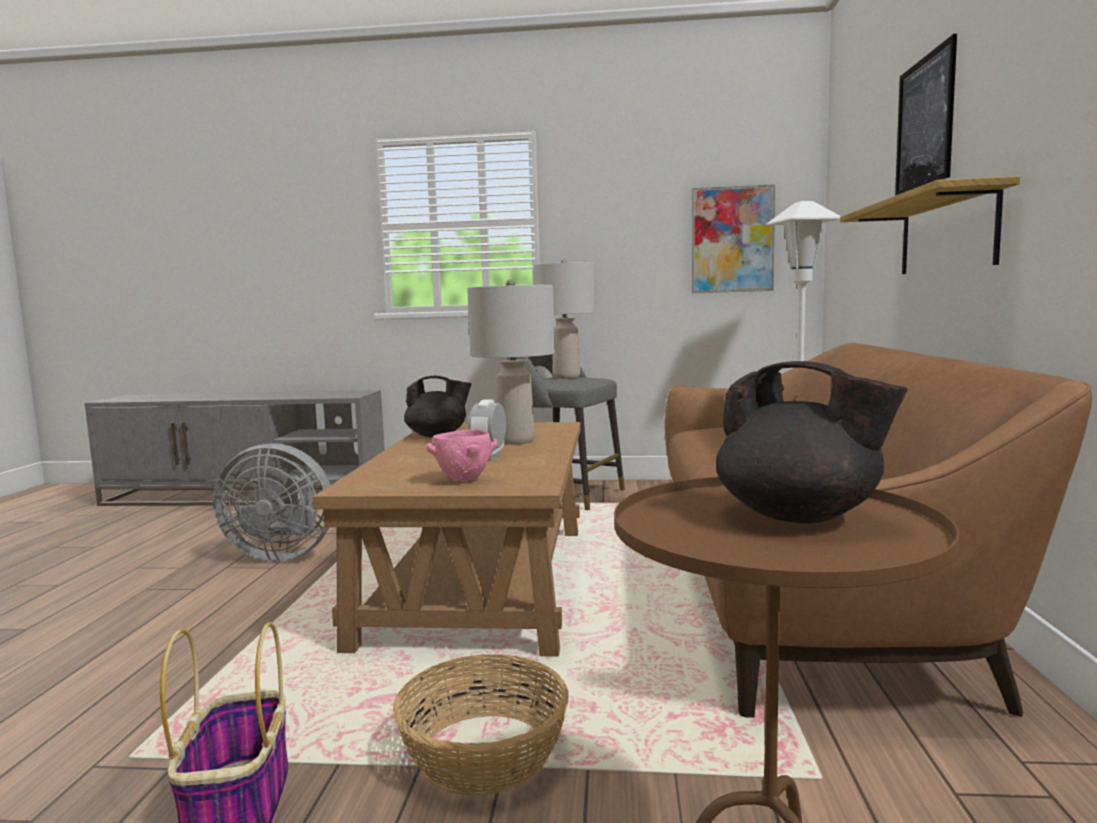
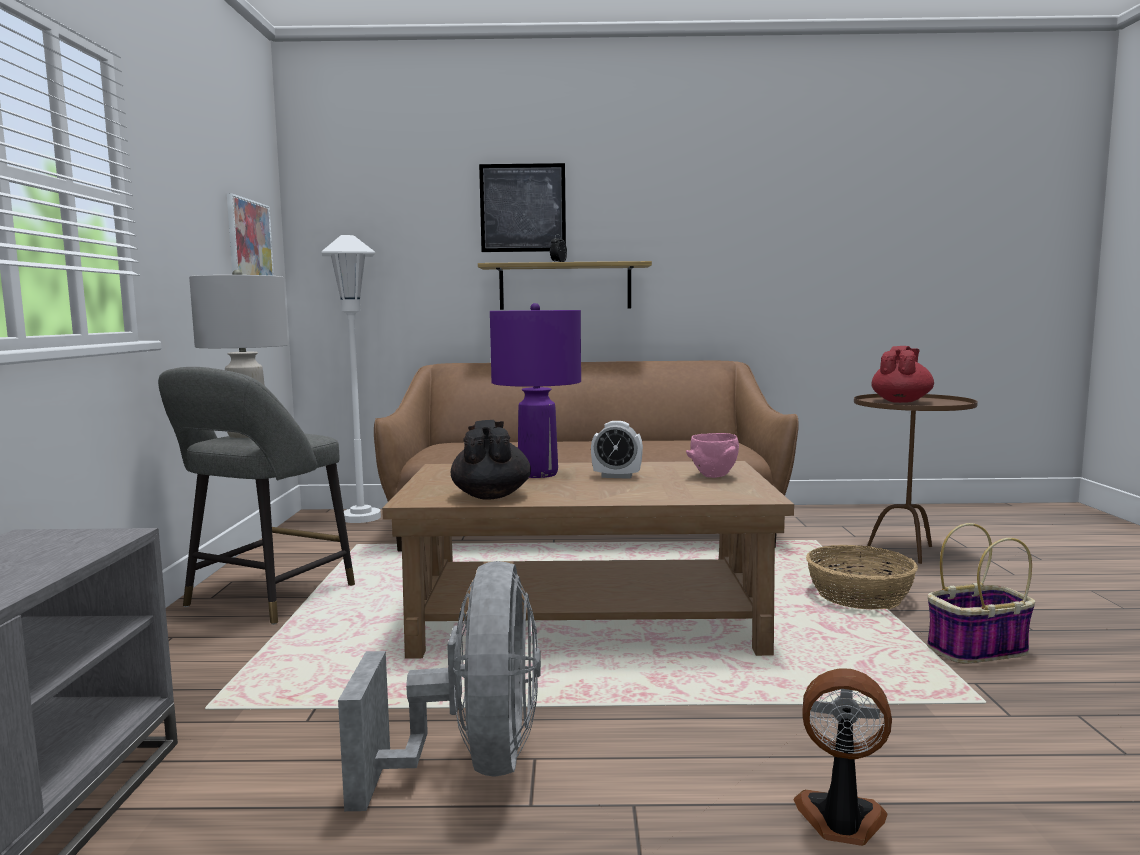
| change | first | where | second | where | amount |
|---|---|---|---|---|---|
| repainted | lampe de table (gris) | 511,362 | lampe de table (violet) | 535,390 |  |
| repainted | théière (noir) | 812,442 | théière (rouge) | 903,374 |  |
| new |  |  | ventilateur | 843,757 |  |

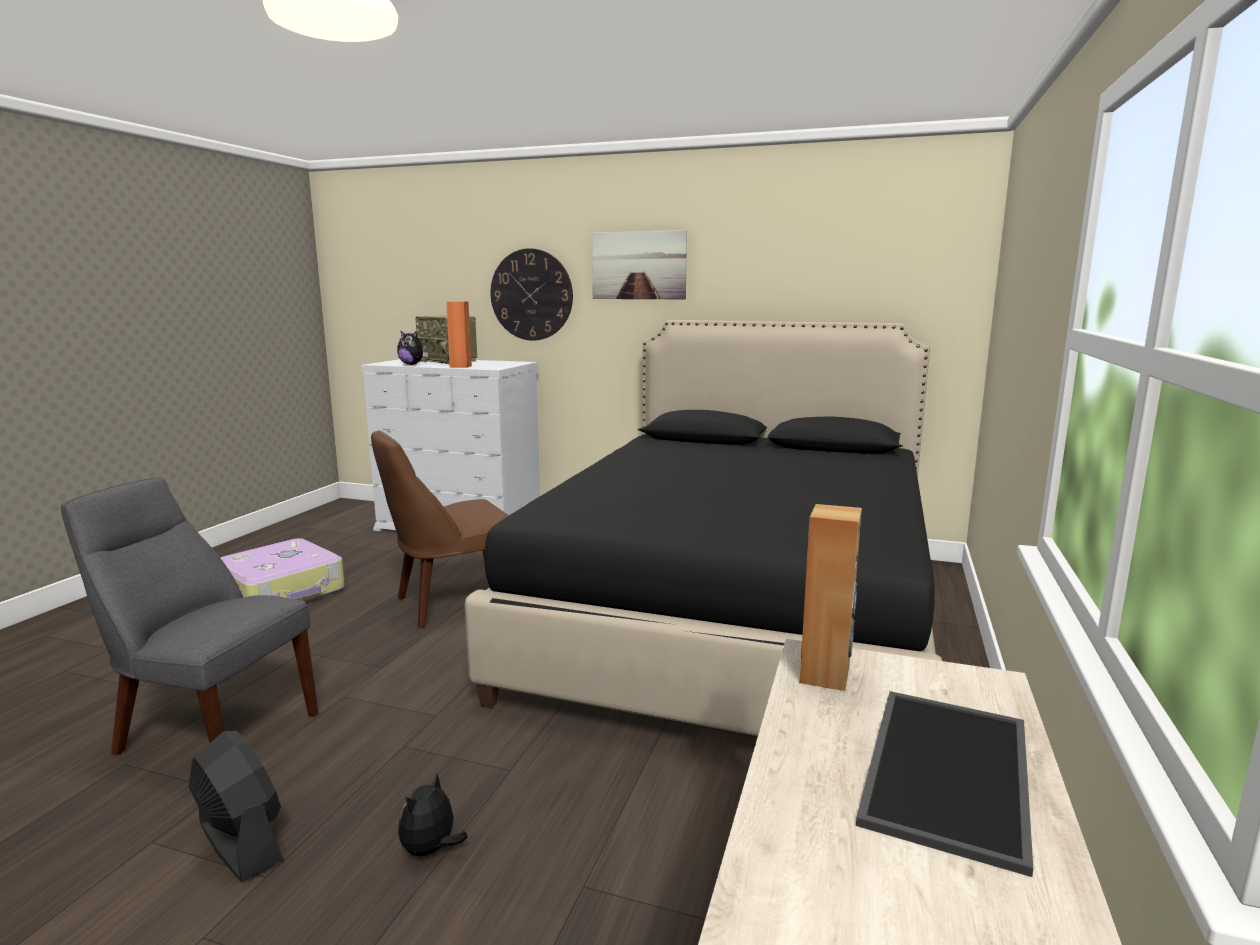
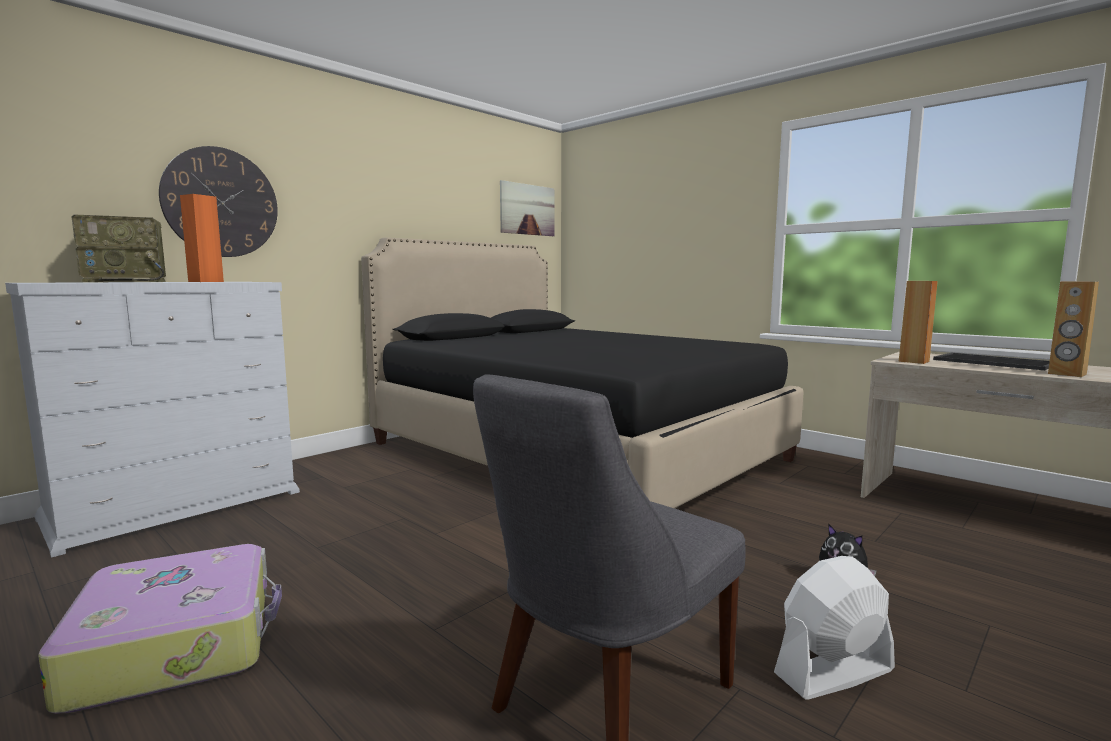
| change | first | where | second | where | amount |
|---|---|---|---|---|---|
| repainted | ventilateur (noir) | 236,806 | ventilateur (blanc) | 834,628 |  |
| gone | chaise (marron) | 440,529 |  |  |  |
| gone | peluche | 412,347 |  |  |  |
| shifted | tableau | 639,264 |  | 527,208 |  |
| new |  |  | enceinte (marron) | 1073,329 |  |

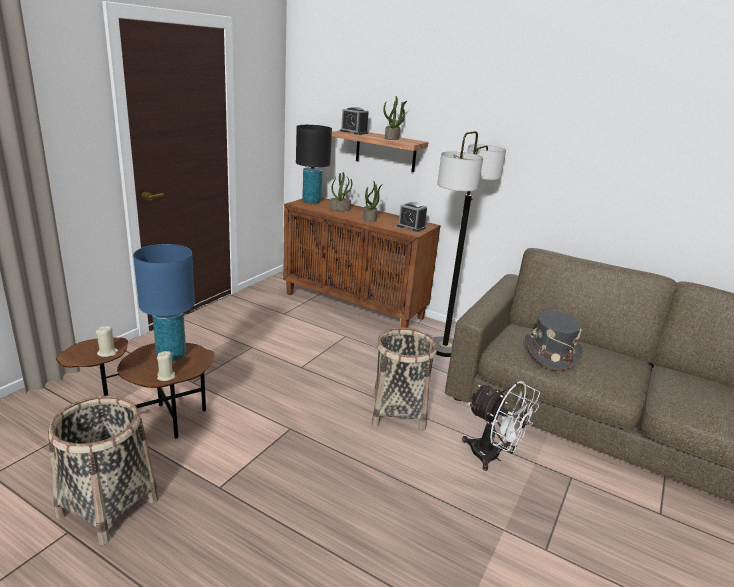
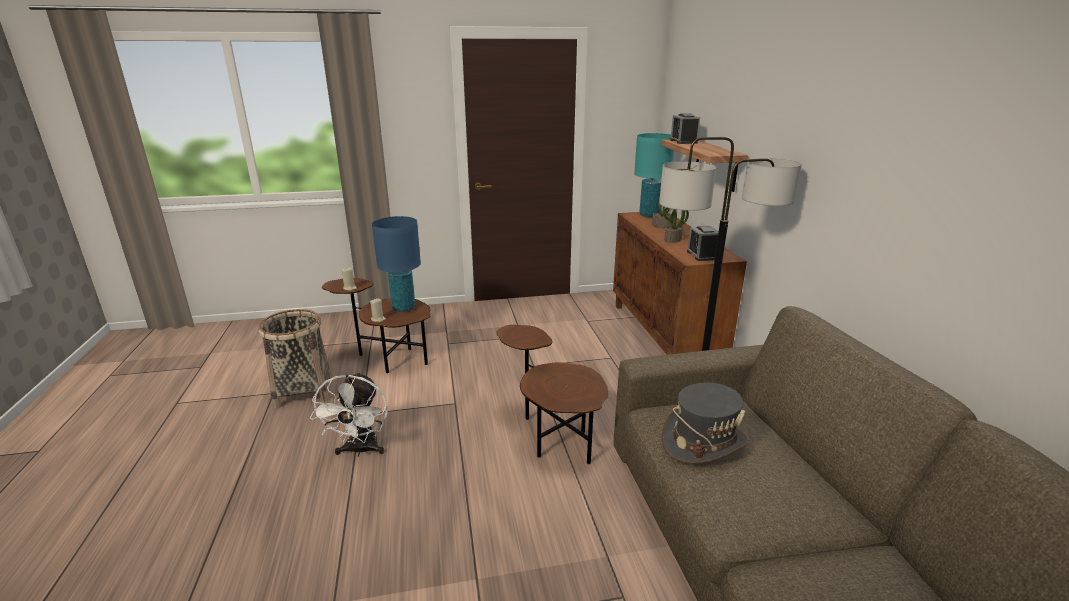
| change | first | where | second | where | amount |
|---|---|---|---|---|---|
| repainted | lampe de table (noir) | 314,164 | lampe de table (turquoise) | 654,175 |  |
| swapped | panier | 404,379 | table d'appoint (marron) | 552,394 |  |
| gone | plante en pot | 395,118 |  |  |  |
| shifted | ventilateur (blanc) | 501,426 |  | 349,414 |  |

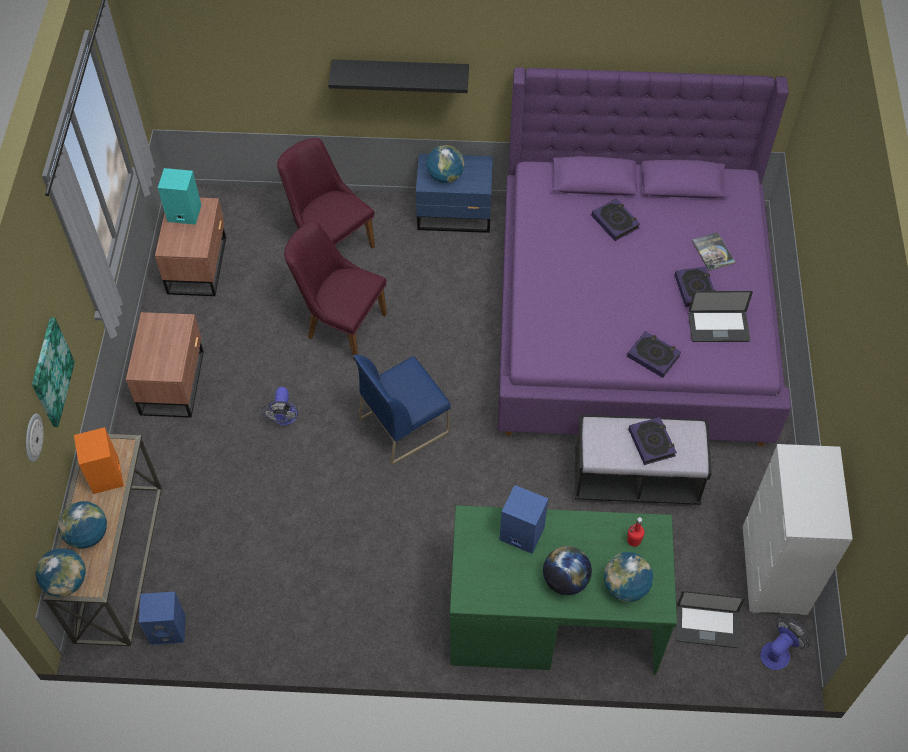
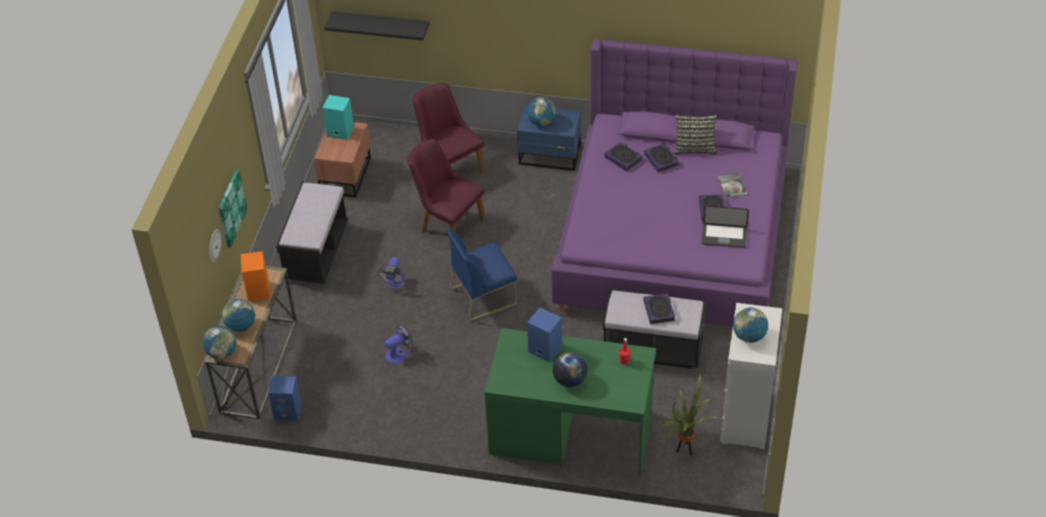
| change | first | where | second | where | amount |
|---|---|---|---|---|---|
| swapped | table de chevet (marron) | 165,365 | banc (noir) | 312,233 |  |
| shifted | étagère (noir) | 398,76 |  | 376,26 |  |
| shifted | globe | 628,577 |  | 750,325 |  |
| shifted | livre | 654,354 |  | 624,156 |  |
| swapped | ordinateur portable | 710,619 | plante en pot | 689,414 |  |
| shifted | ventilateur | 785,643 |  | 399,343 |  |
| new |  |  | coussin | 696,134 |  |

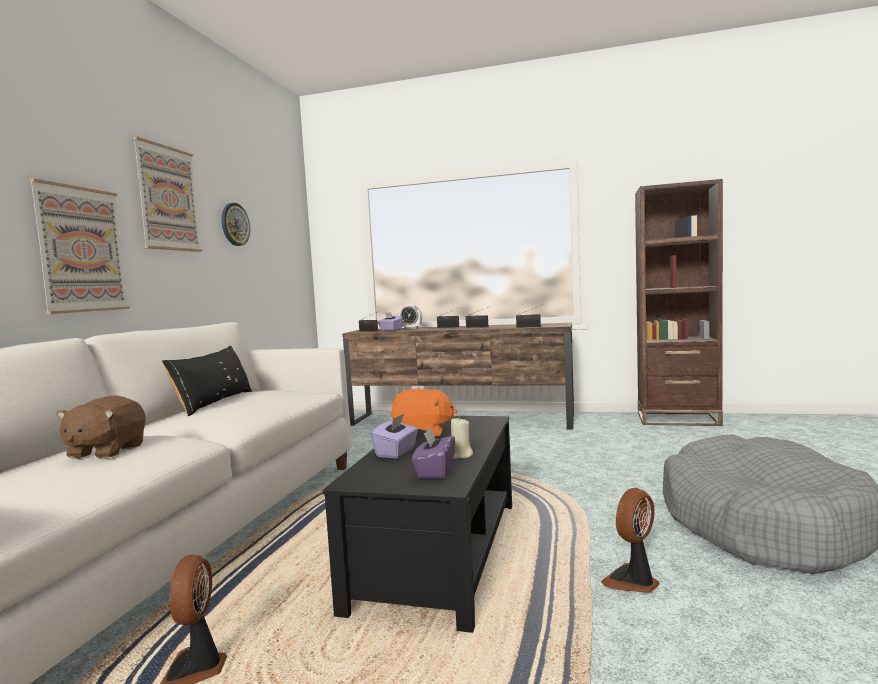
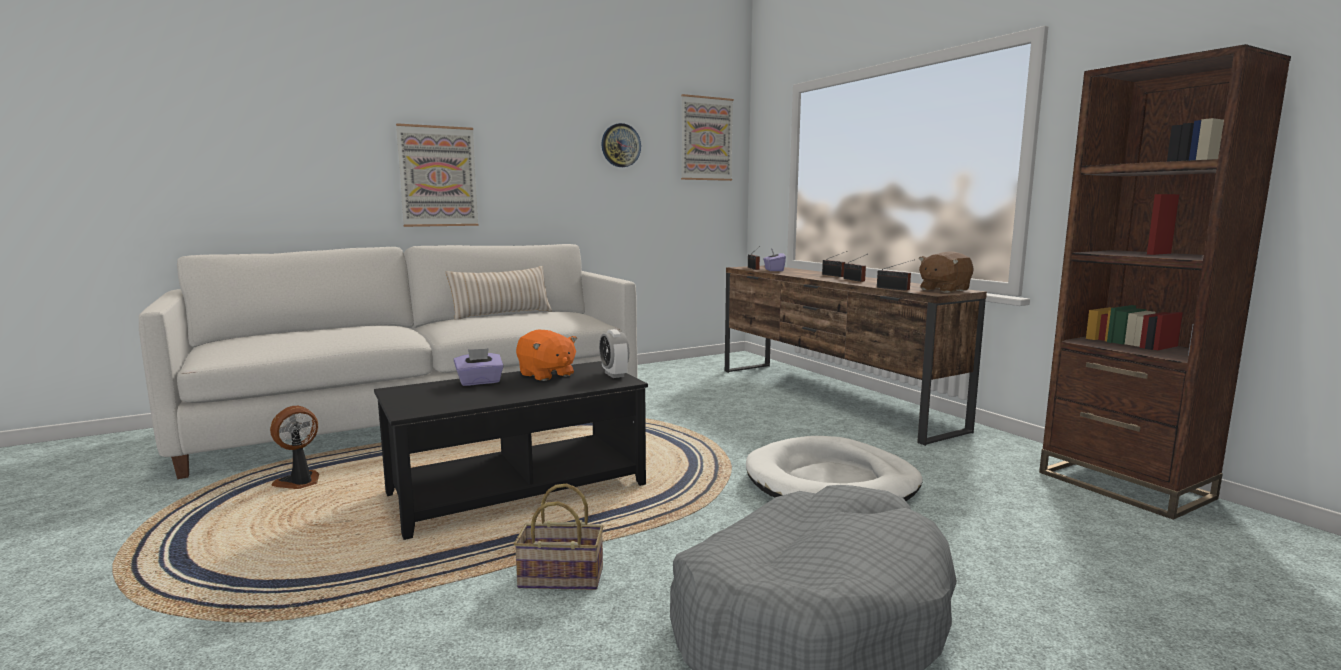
| change | first | where | second | where | amount |
|---|---|---|---|---|---|
| shifted | peluche (marron) | 101,427 |  | 946,272 |  |
| shifted | tableau | 167,194 |  | 707,137 |  |
| repainted | coussin (noir) | 207,381 | coussin (beige) | 499,293 |  |
| shifted | réveil | 411,316 |  | 614,353 |  |
| gone | boîte à mouchoirs (violet) | 433,453 |  |  |  |
| gone | bougie (beige) | 462,438 |  |  |  |
| swapped | ventilateur | 630,540 | panier | 559,537 |  |
| new |  |  | panier pour chien (blanc) | 834,468 |  |

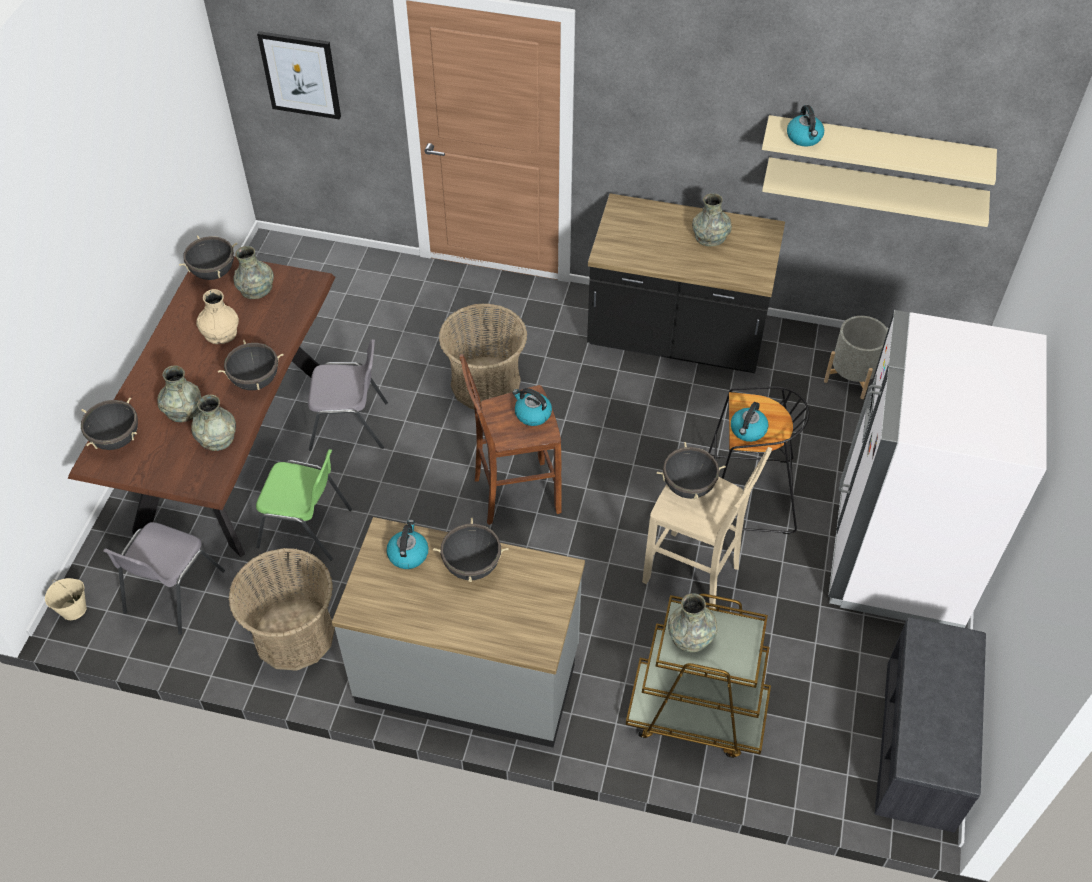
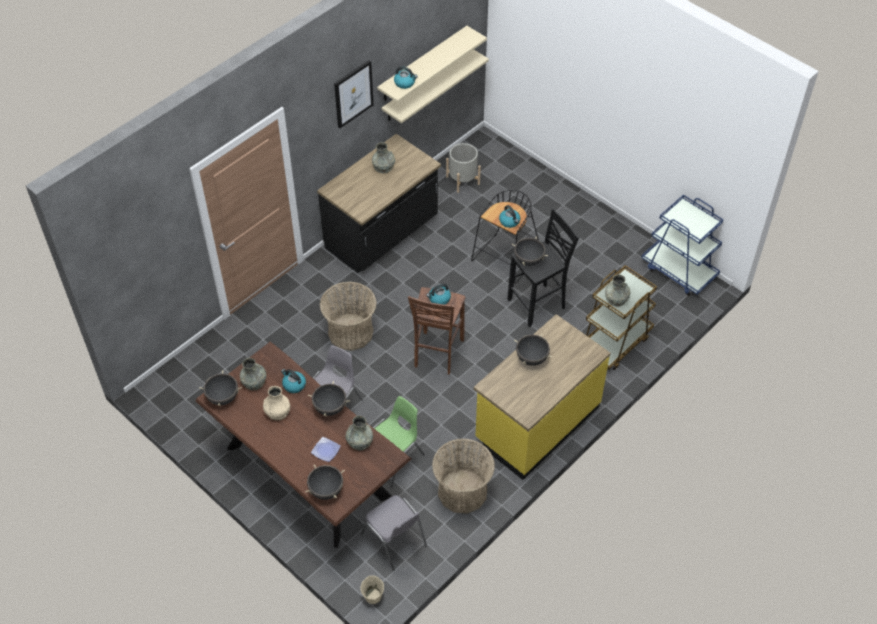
| change | first | where | second | where | amount |
|---|---|---|---|---|---|
| swapped | vase (gris) | 179,393 | assiette | 326,449 |  |
| shifted | tableau | 299,75 |  | 354,94 |  |
| repainted | comptoir de cuisine (gris) | 458,632 | comptoir de cuisine (jaune) | 542,397 |  |
| shifted | bouilloire | 407,544 |  | 293,381 |  |
| repainted | tabouret (beige) | 707,528 | tabouret (noir) | 543,268 |  |
| gone | réfrigérateur (blanc) | 937,469 |  |  |  |
| swapped | banc (gris) | 930,725 | chariot (bleu) | 682,245 |  |

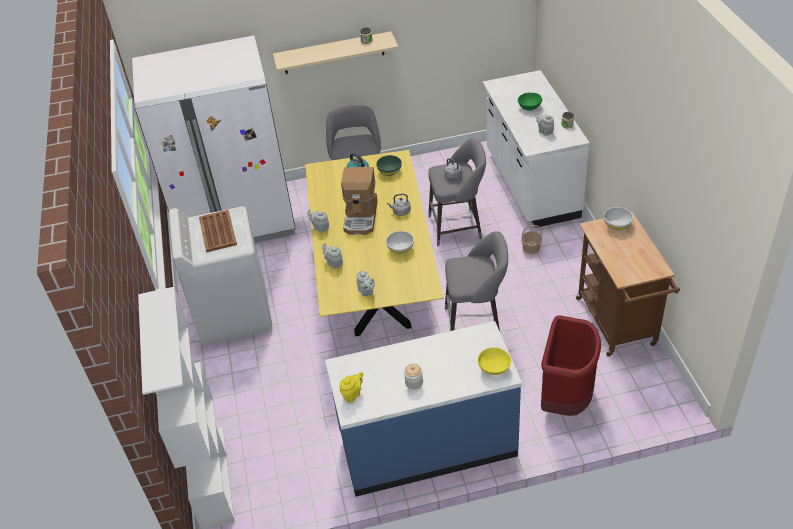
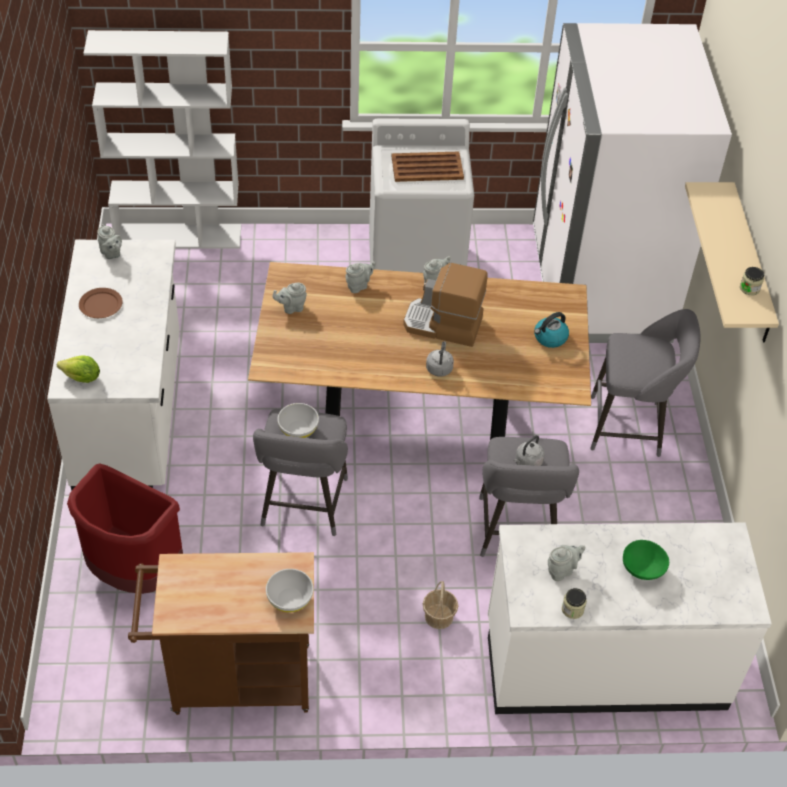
| change | first | where | second | where | amount |
|---|---|---|---|---|---|
| repainted | table à manger (jaune) | 374,243 | table à manger (marron) | 419,351 |  |
| repainted | comptoir de cuisine (bleu) | 423,409 | comptoir de cuisine (blanc) | 113,365 |  |
| repainted | théière (jaune) | 351,387 | théière (gris) | 109,241 |  |
| gone | bol (vert) | 389,165 |  |  |  |
| shifted | bol (blanc) | 400,242 |  | 298,420 |  |
| swapped | bocal | 413,376 | assiette (marron) | 101,303 |  |
| swapped | bol (jaune) | 494,361 | laitue | 78,369 |  |

